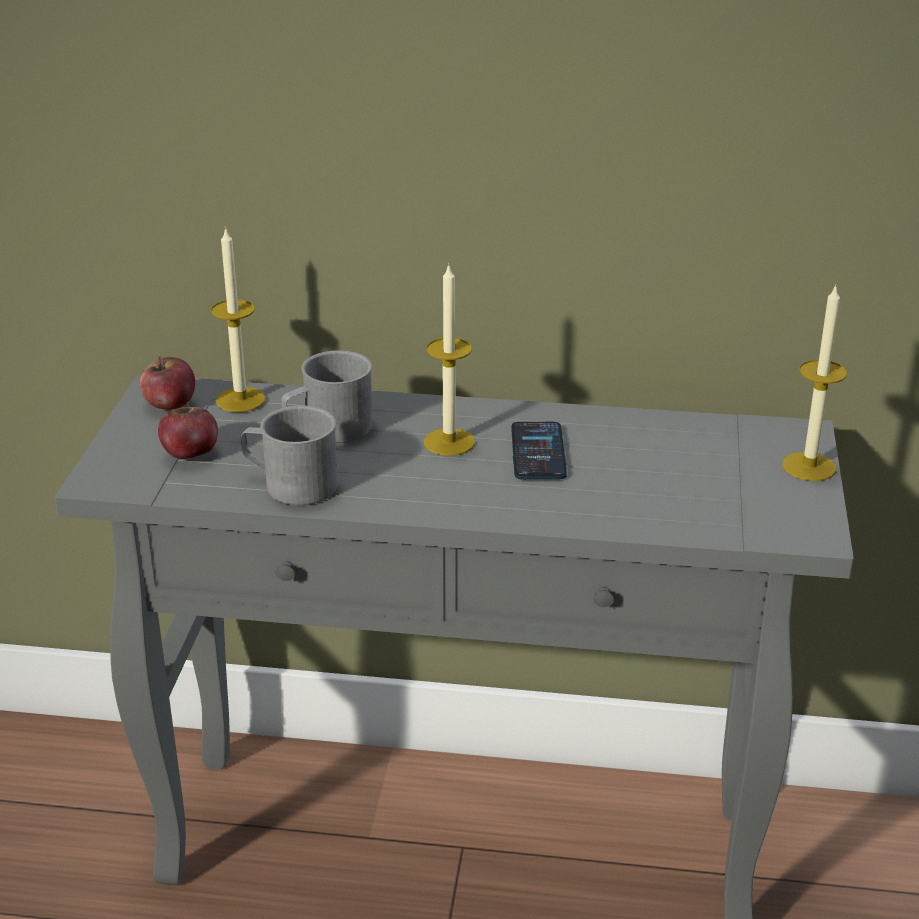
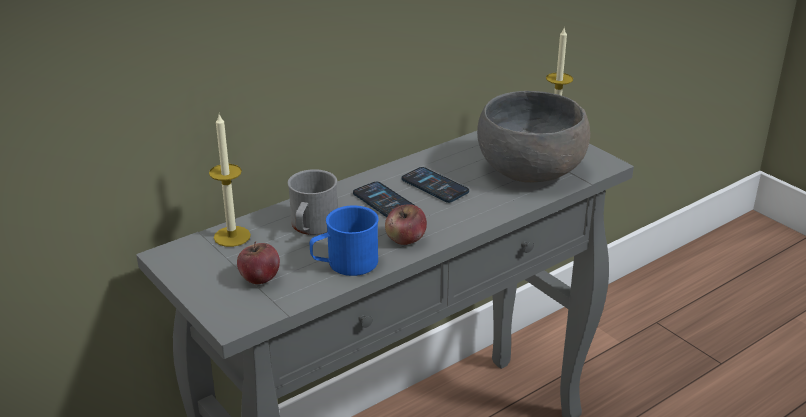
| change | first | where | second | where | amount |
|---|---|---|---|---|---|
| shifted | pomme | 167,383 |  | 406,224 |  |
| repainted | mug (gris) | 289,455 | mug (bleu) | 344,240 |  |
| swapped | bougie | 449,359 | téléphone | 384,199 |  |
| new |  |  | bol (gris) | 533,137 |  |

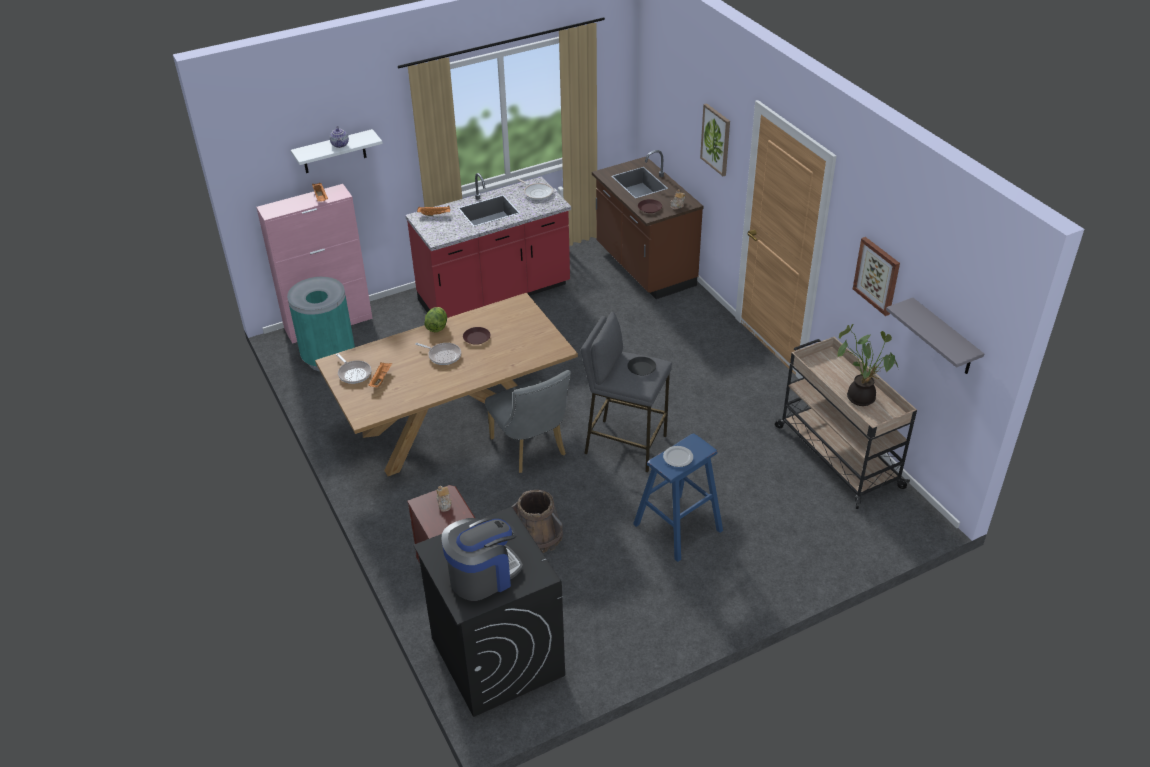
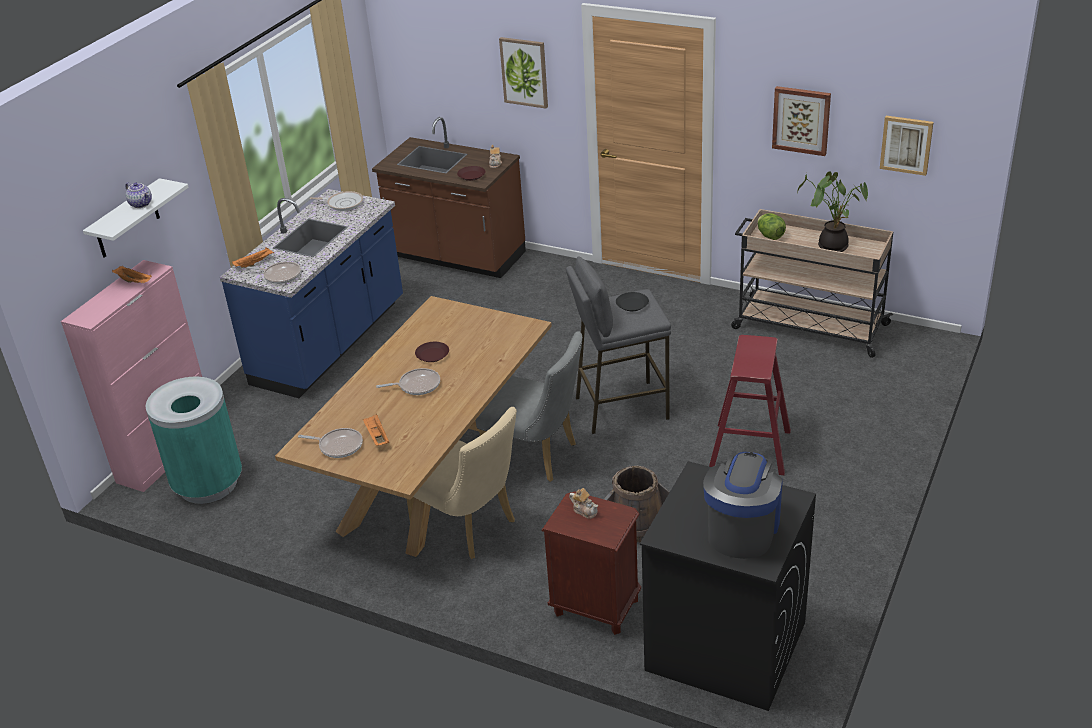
| change | first | where | second | where | amount |
|---|---|---|---|---|---|
| repainted | comptoir de cuisine (rouge) | 488,245 | comptoir de cuisine (bleu) | 311,293 |  |
| shifted | laitue | 435,319 |  | 771,226 |  |
| repainted | tabouret (bleu) | 678,498 | tabouret (rouge) | 750,405 |  |
| gone | assiette | 678,456 |  |  |  |
| swapped | étagère (gris) | 935,336 | tableau | 906,146 |  |
| new |  |  | poêle | 273,273 |  |
| new |  |  | chaise (beige) | 462,483 |  |

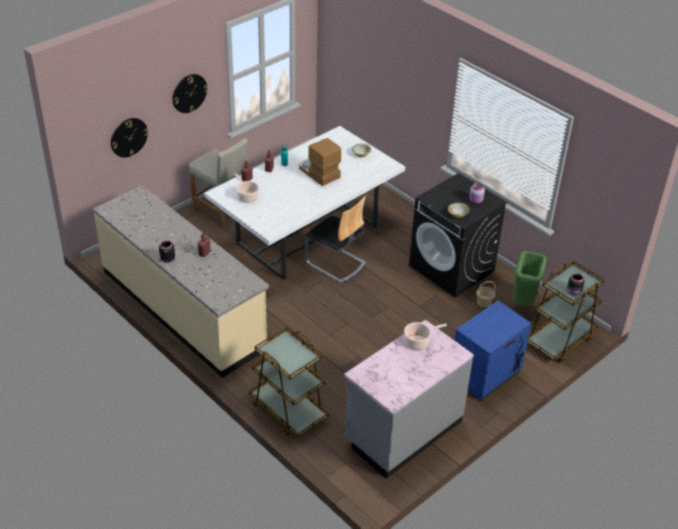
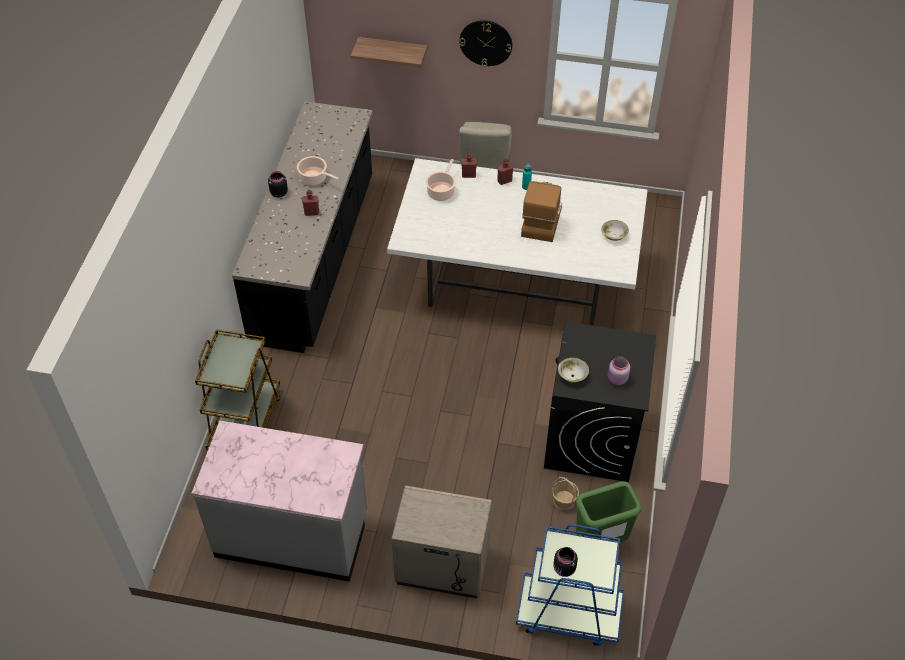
| change | first | where | second | where | amount |
|---|---|---|---|---|---|
| repainted | comptoir de cuisine (beige) | 181,281 | comptoir de cuisine (noir) | 302,227 |  |
| swapped | horloge murale | 129,138 | étagère | 389,52 |  |
| gone | chaise | 335,239 |  |  |  |
| shifted | marmite | 425,335 |  | 318,171 |  |
| repainted | table de chevet (bleu) | 492,351 | table de chevet (beige) | 441,542 |  |
| repainted | chariot (marron) | 566,312 | chariot (bleu) | 570,585 |  |

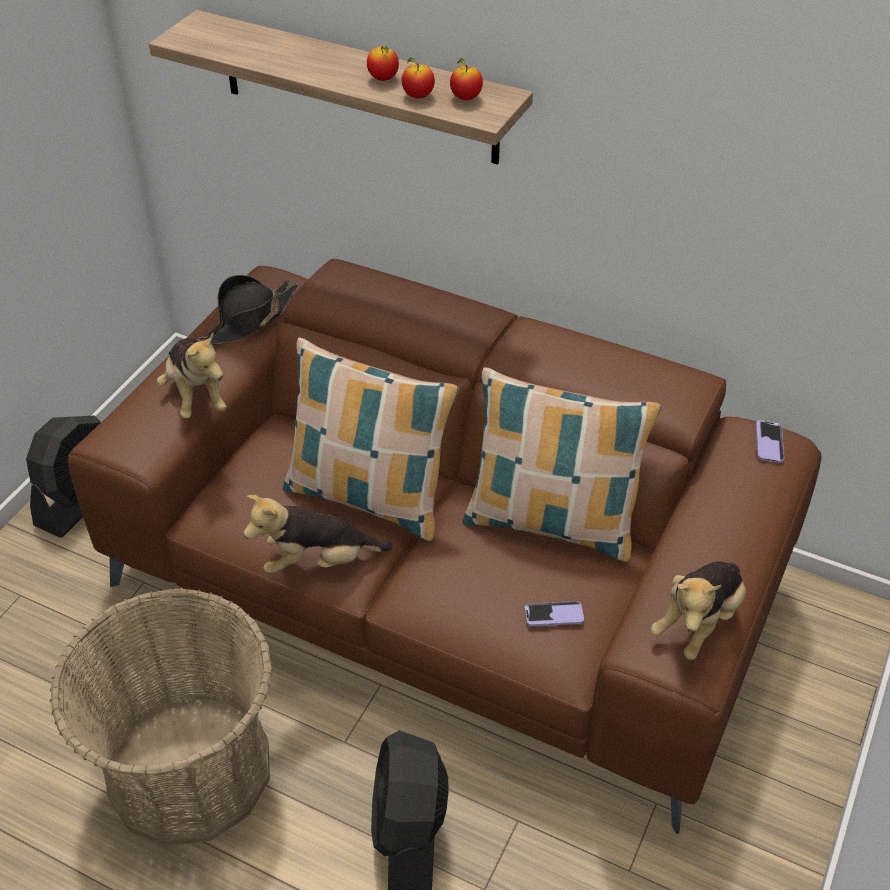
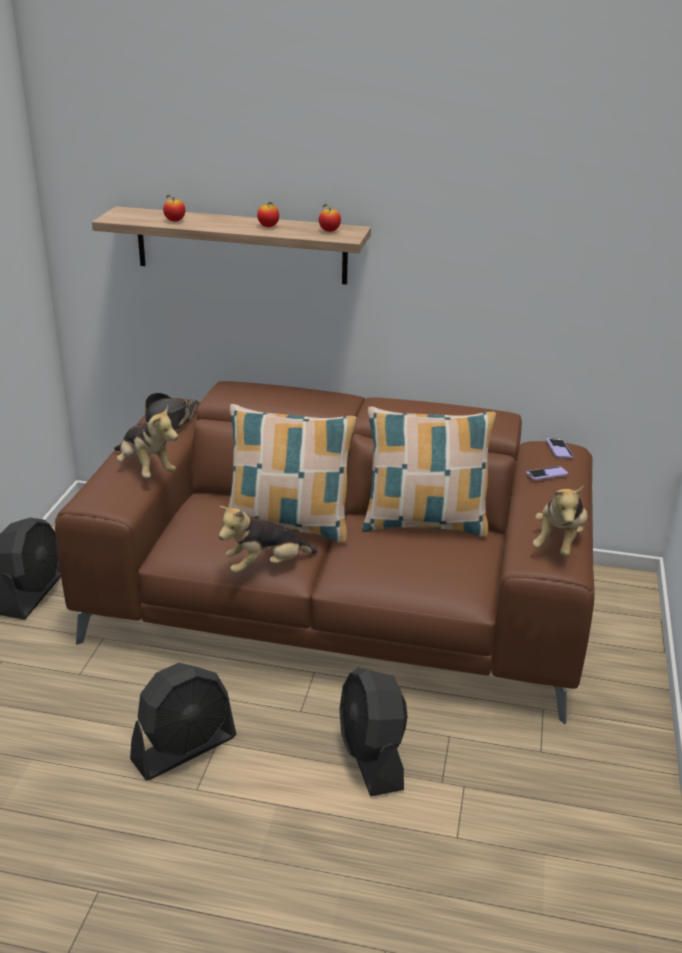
| change | first | where | second | where | amount |
|---|---|---|---|---|---|
| swapped | panier | 161,717 | ventilateur (noir) | 183,721 |  |
| shifted | pomme | 418,78 |  | 174,208 |  |
| shifted | téléphone | 554,613 |  | 547,473 |  |

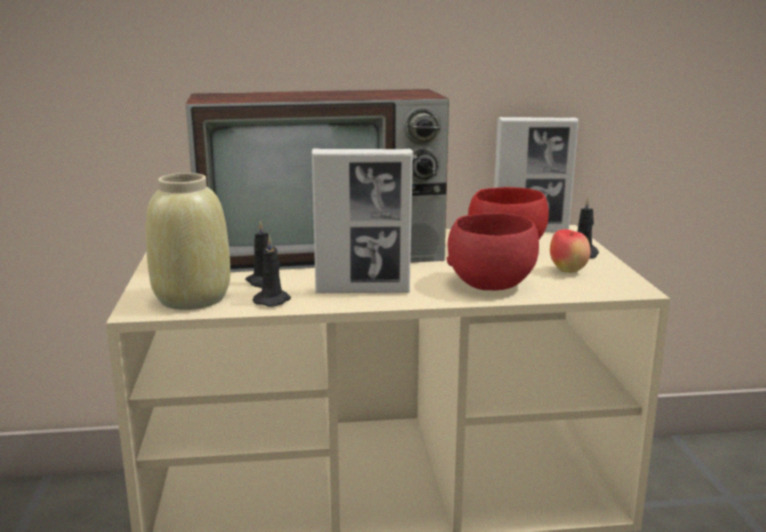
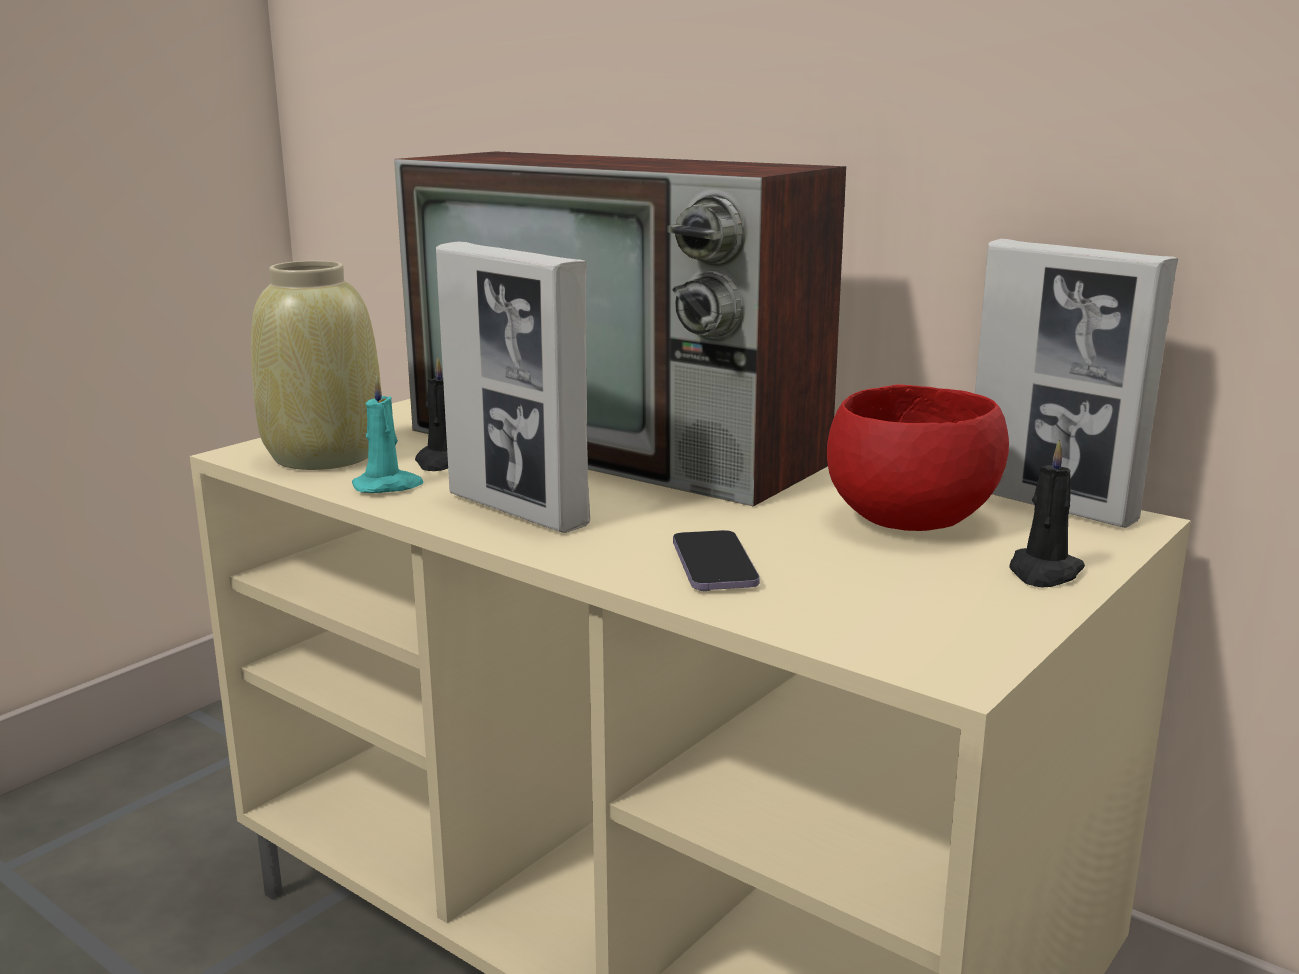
| change | first | where | second | where | amount |
|---|---|---|---|---|---|
| repainted | bougie (noir) | 272,271 | bougie (turquoise) | 388,434 |  |
| swapped | bol (rouge) | 492,251 | téléphone | 716,560 |  |
| gone | pomme | 570,251 |  |  |  |

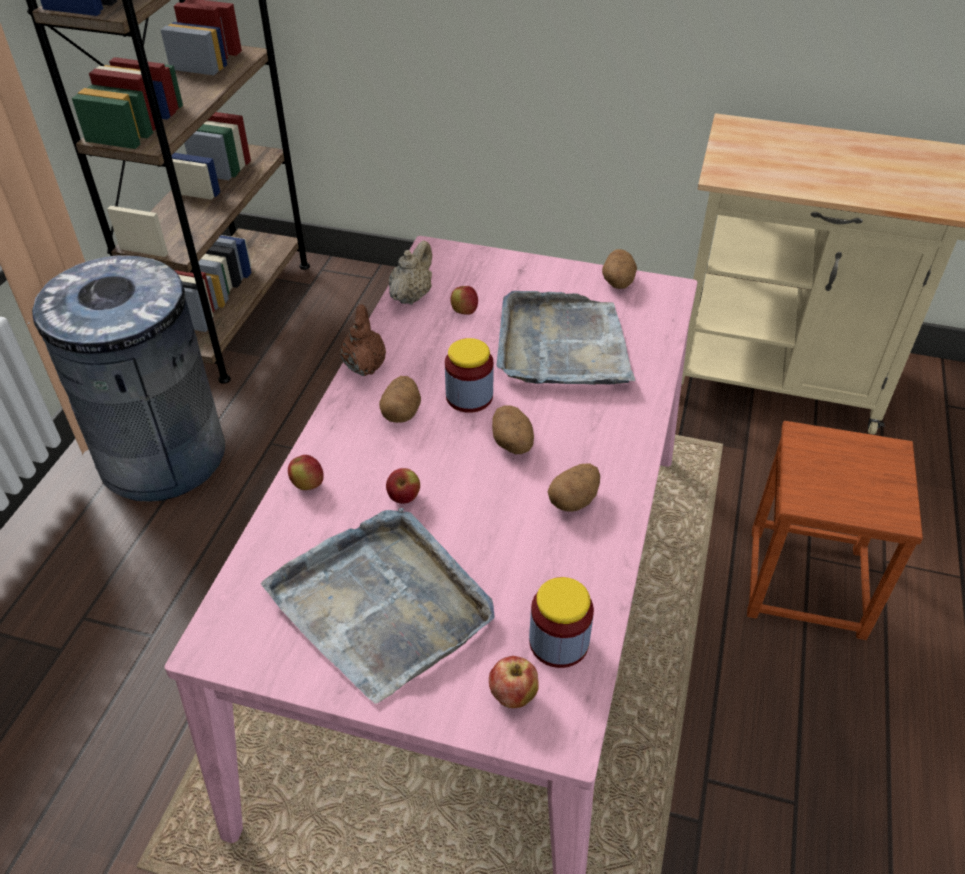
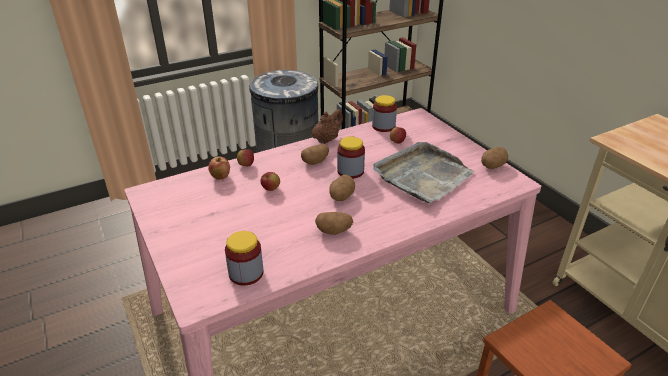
| change | first | where | second | where | amount |
|---|---|---|---|---|---|
| gone | plateau (gris) | 378,606 |  |  |  |
| swapped | théière (beige) | 410,273 | bocal | 384,113 |  |
| shifted | pomme | 514,682 |  | 219,168 |  |

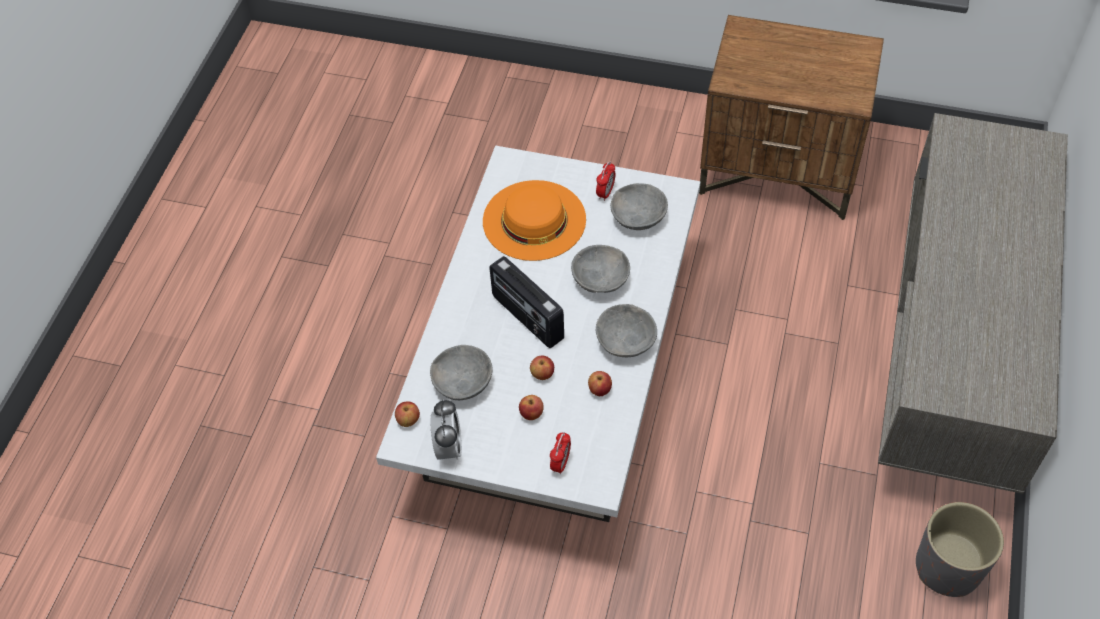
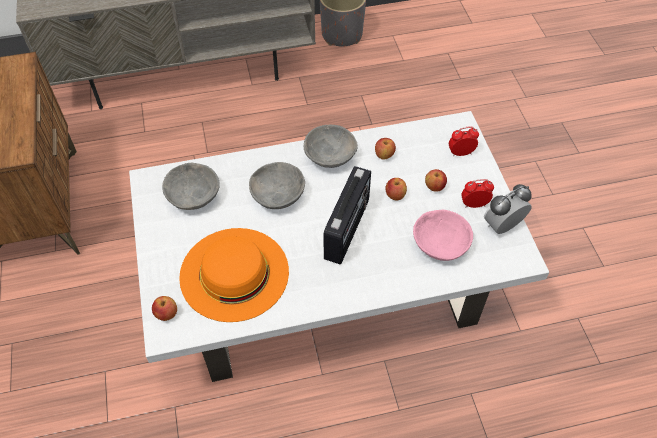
| change | first | where | second | where | amount |
|---|---|---|---|---|---|
| shifted | pomme | 407,414 |  | 164,308 |  |
| repainted | bol (gris) | 461,372 | bol (rose) | 443,235 |  |
| shifted | réveil | 606,181 |  | 477,193 |  |

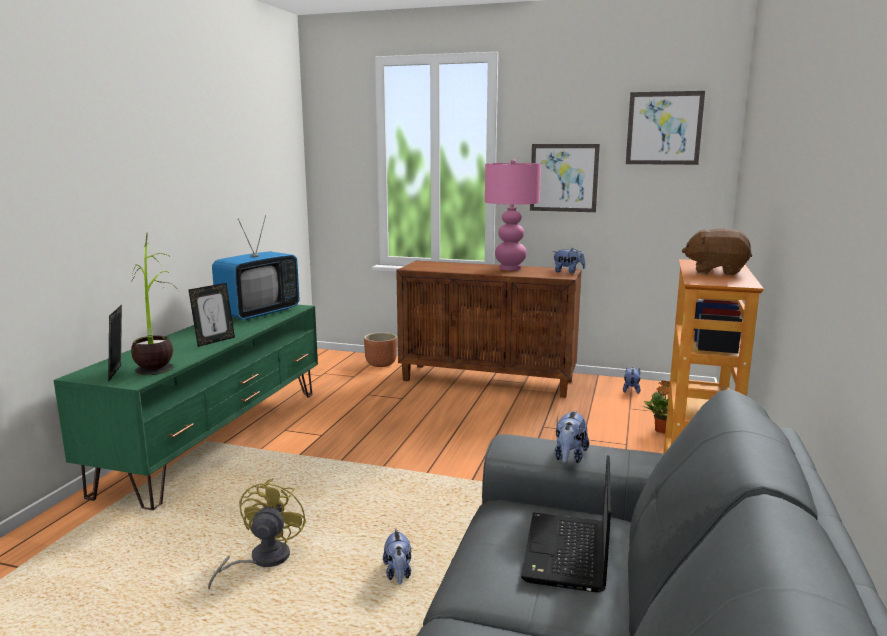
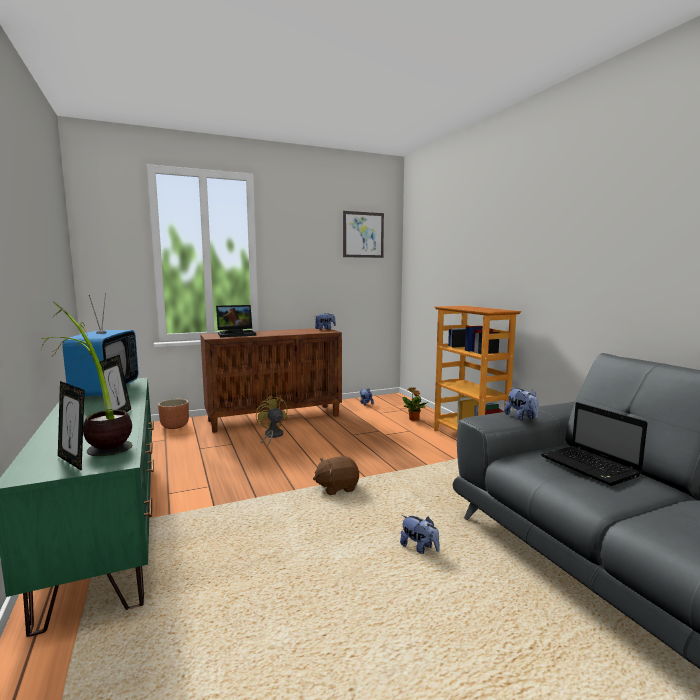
| change | first | where | second | where | amount |
|---|---|---|---|---|---|
| shifted | ventilateur (jaune) | 257,534 |  | 272,421 |  |
| gone | lampe de table (rose) | 513,215 |  |  |  |
| gone | tableau | 565,178 |  |  |  |
| shifted | peluche (marron) | 717,252 |  | 336,475 |  |
| new |  |  | ordinateur portable | 236,321 |  |

